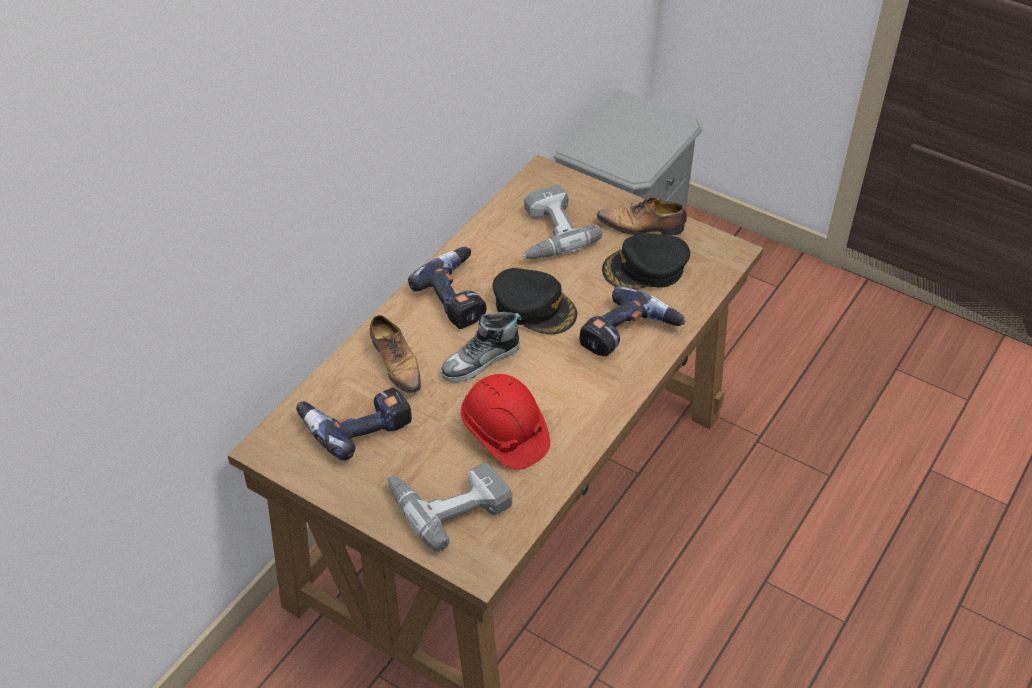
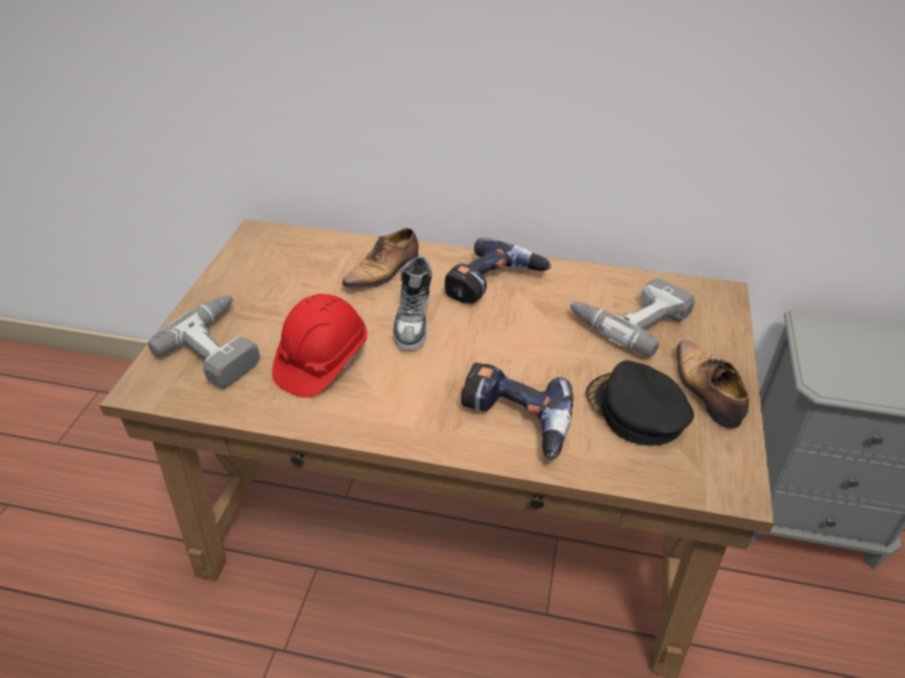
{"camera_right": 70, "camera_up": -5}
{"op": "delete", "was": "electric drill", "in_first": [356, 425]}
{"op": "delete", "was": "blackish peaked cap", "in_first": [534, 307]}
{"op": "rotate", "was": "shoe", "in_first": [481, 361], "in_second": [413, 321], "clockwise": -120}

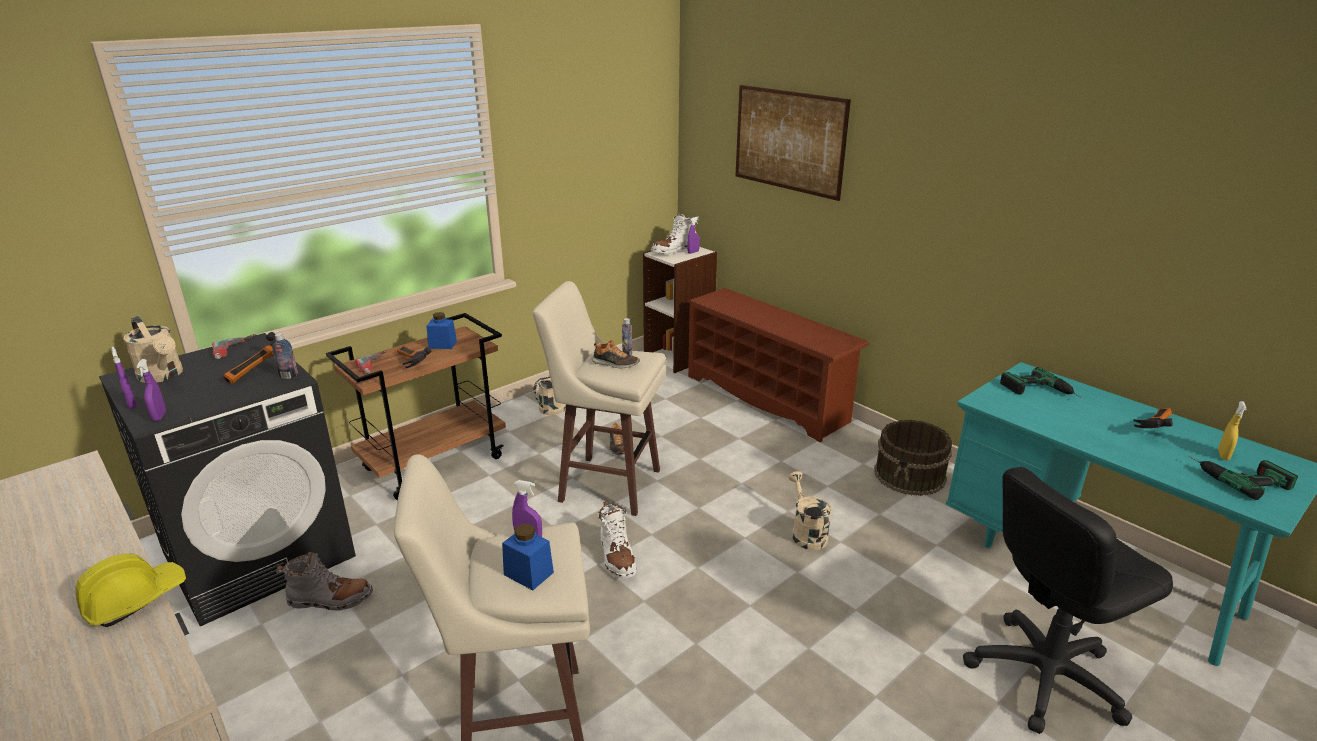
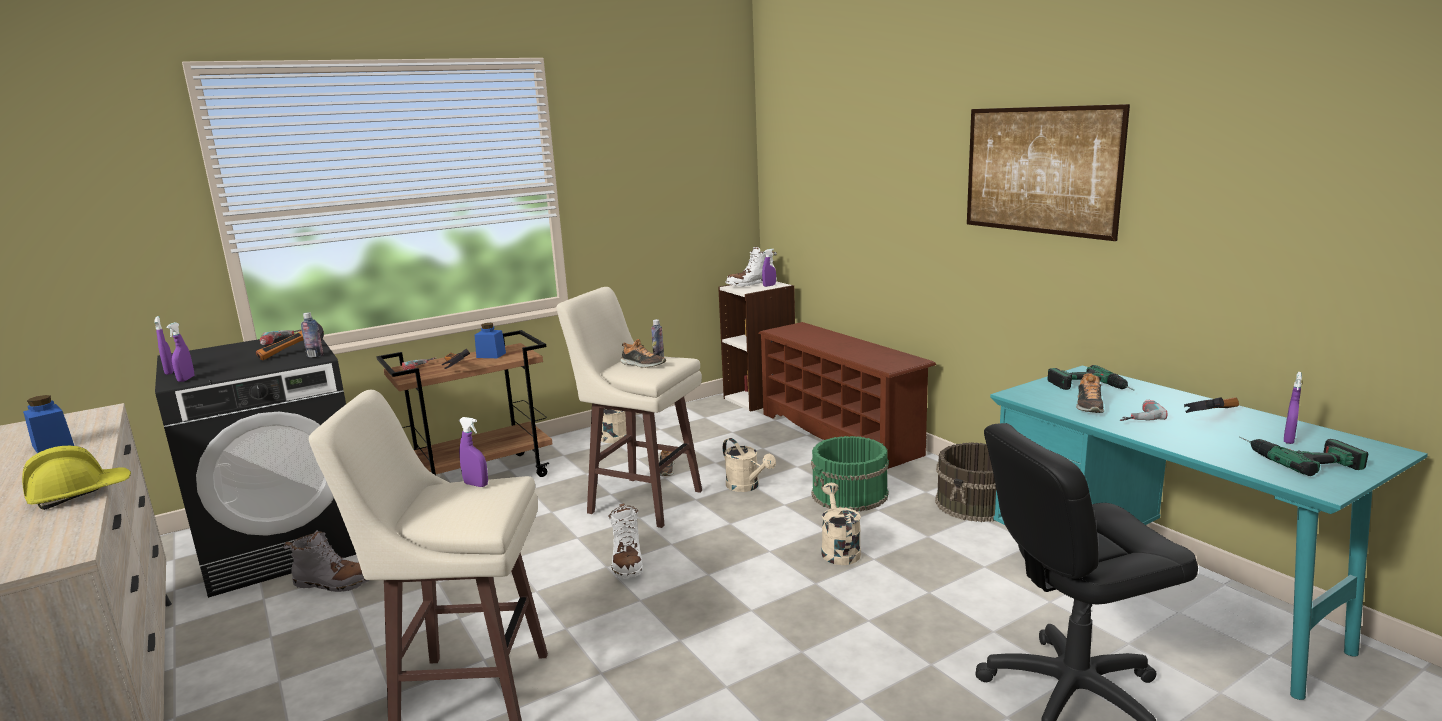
{"camera_right": 10, "camera_up": -10}
{"op": "insert", "now": "greenish pail", "in_second": [850, 494]}
{"op": "insert", "now": "shoe", "in_second": [1088, 406]}
{"op": "insert", "now": "electric drill", "in_second": [1135, 415]}
{"op": "move", "was": "beige-coloured watering pot", "in_first": [163, 376], "in_second": [747, 486]}
{"op": "move", "was": "blue-coloured preserve jar", "in_first": [528, 573], "in_second": [53, 446]}
{"op": "move", "was": "wall art", "in_first": [789, 140], "in_second": [1040, 170]}
{"op": "recolor", "was": "yellow spray bottle", "now": "purple-coloured spray bottle", "in_first": [1223, 455], "in_second": [1288, 440]}

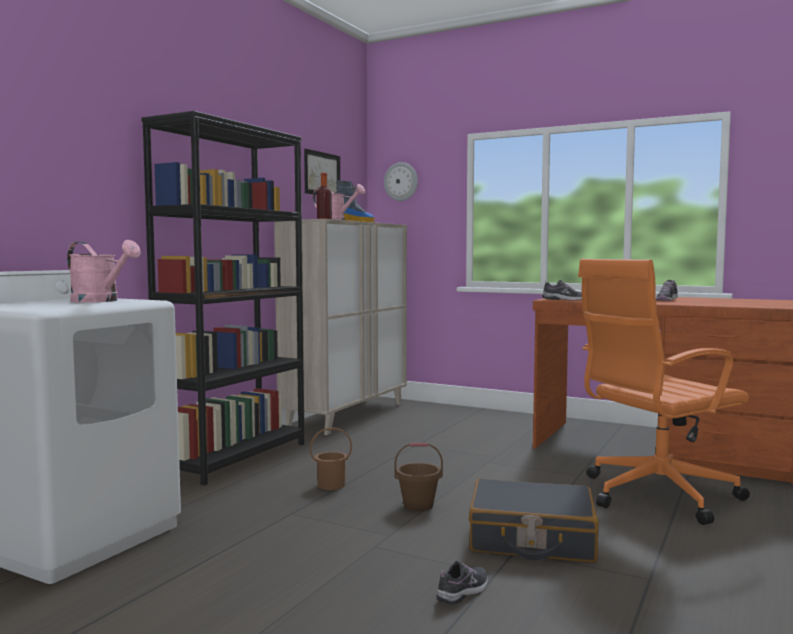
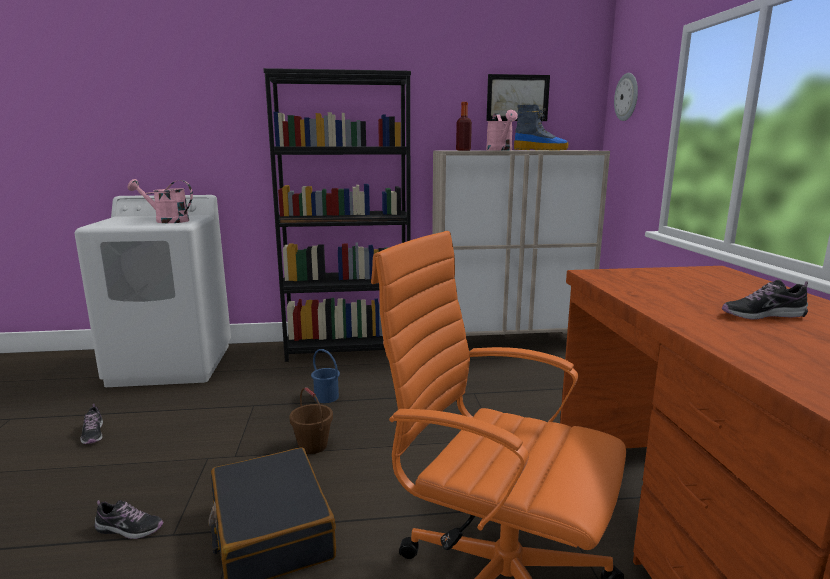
{"camera_right": 55, "camera_up": 10}
{"op": "move", "was": "shoe", "in_first": [564, 300], "in_second": [93, 434]}
{"op": "recolor", "was": "brownish pail", "now": "blue-coloured pail", "in_first": [331, 485], "in_second": [326, 397]}
{"op": "rotate", "was": "pink-coloured watering pot", "in_first": [101, 301], "in_second": [166, 221], "clockwise": 105}

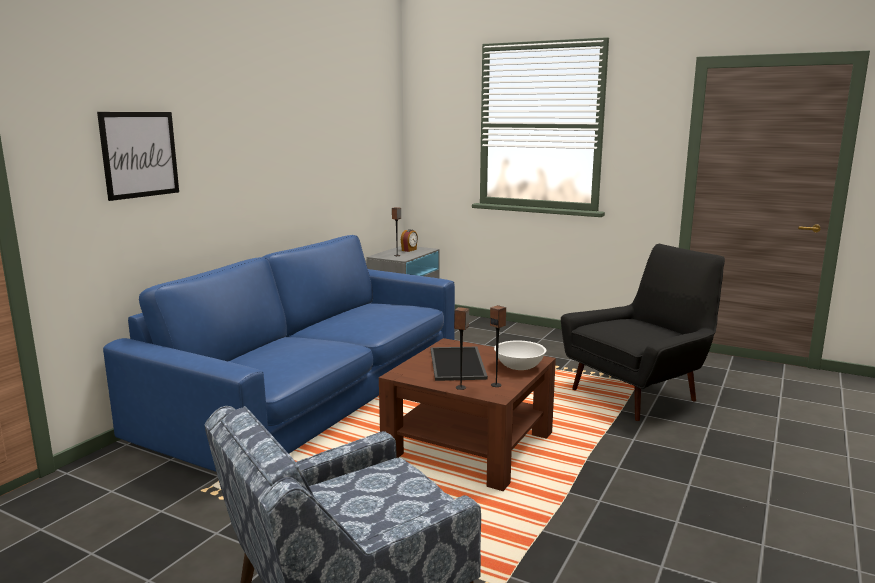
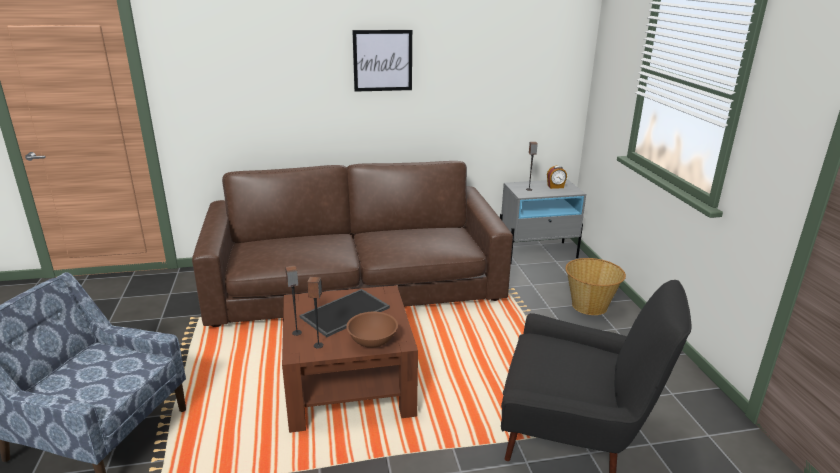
{"camera_right": 50, "camera_up": 10}
{"op": "insert", "now": "household basket", "in_second": [589, 306]}
{"op": "move", "was": "wall art", "in_first": [140, 154], "in_second": [382, 60]}
{"op": "recolor", "was": "blue-coloured sofa", "now": "brownish sofa", "in_first": [314, 391], "in_second": [356, 284]}
{"op": "recolor", "was": "white-coloured deep dish", "now": "brownish deep dish", "in_first": [519, 366], "in_second": [372, 340]}

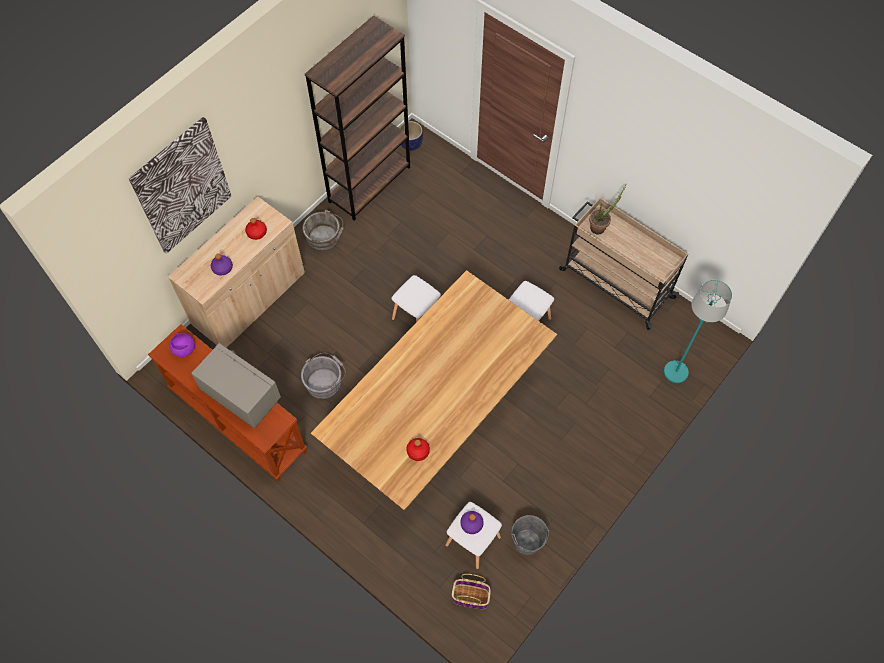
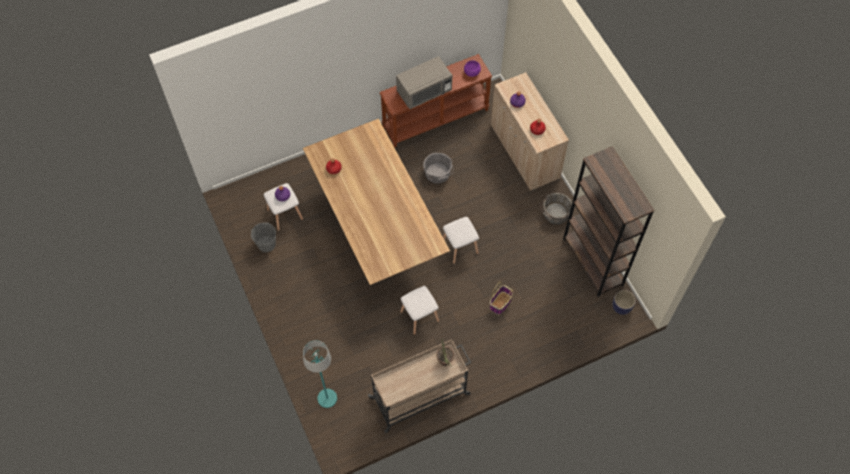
{"camera_right": 115, "camera_up": 0}
{"op": "delete", "was": "wall art", "in_first": [182, 186]}
{"op": "move", "was": "household basket", "in_first": [471, 596], "in_second": [500, 303]}

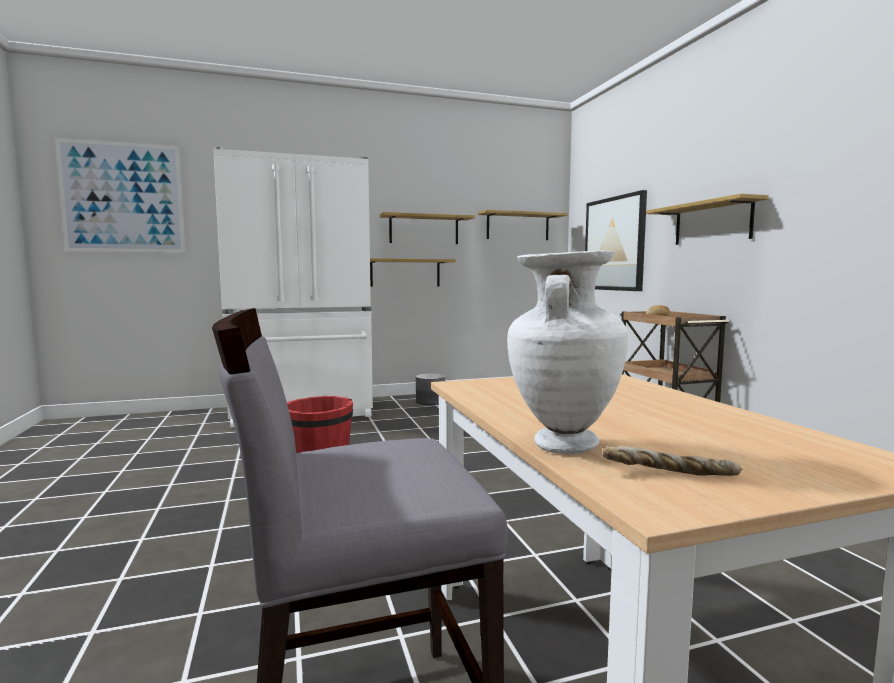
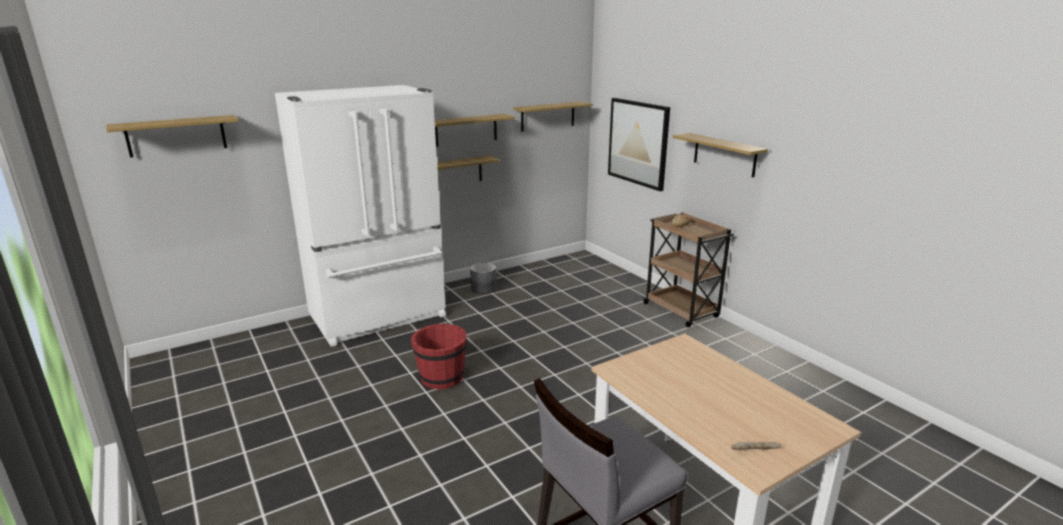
{"camera_right": -15, "camera_up": 15}
{"op": "delete", "was": "white-coloured vase", "in_first": [562, 445]}
{"op": "replace", "was": "wall art", "now": "shelf", "in_first": [123, 198], "in_second": [176, 136]}

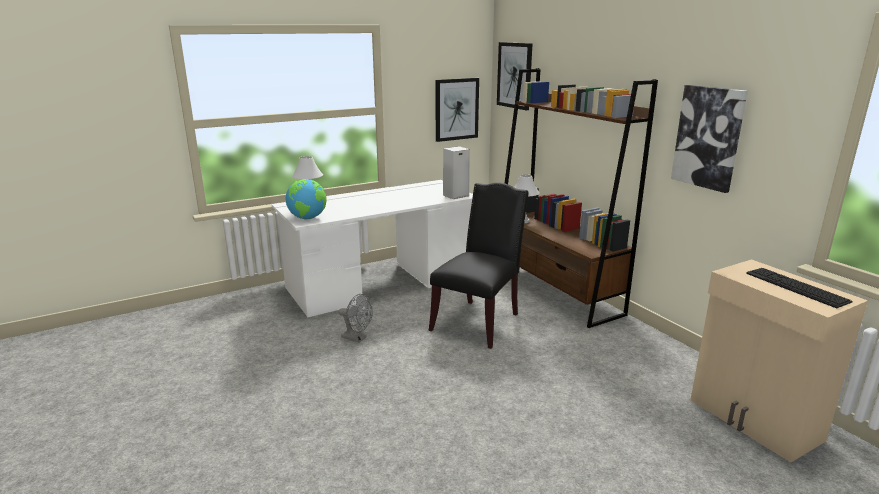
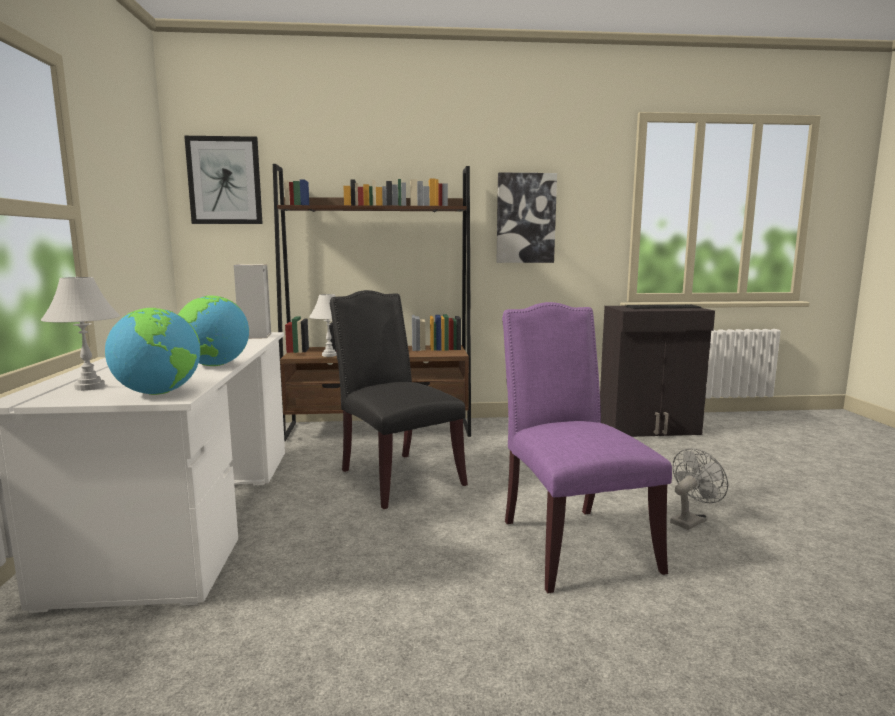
{"camera_right": -65, "camera_up": -10}
{"op": "delete", "was": "wall art", "in_first": [456, 109]}
{"op": "insert", "now": "world globe", "in_second": [214, 365]}
{"op": "insert", "now": "purple-coloured upright chair", "in_second": [570, 542]}
{"op": "move", "was": "greyish fan", "in_first": [357, 338], "in_second": [691, 520]}
{"op": "recolor", "was": "beige-coloured cupboard", "now": "blackish cupboard", "in_first": [754, 420], "in_second": [649, 428]}

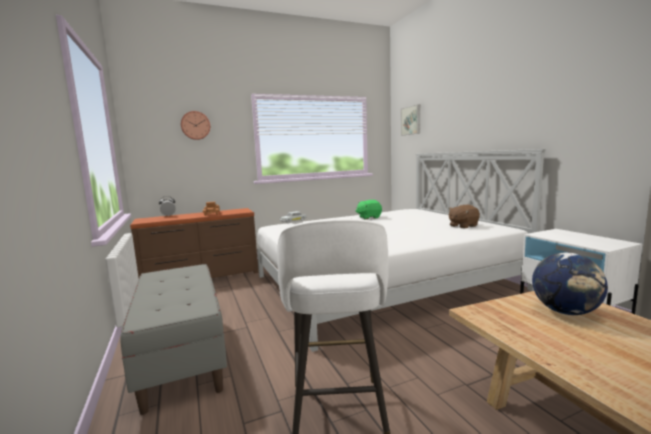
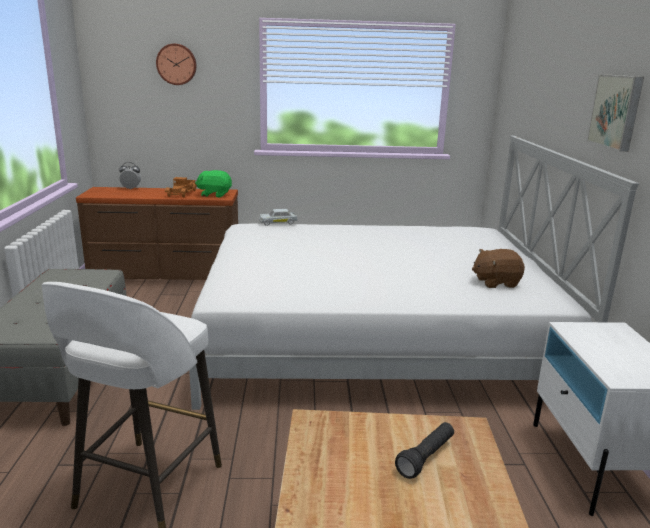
{"camera_right": 20, "camera_up": 10}
{"op": "move", "was": "greenish plush toy", "in_first": [369, 217], "in_second": [214, 194]}
{"op": "move", "was": "wall art", "in_first": [411, 120], "in_second": [617, 111]}
{"op": "replace", "was": "world globe", "now": "blackish flashlight", "in_first": [566, 312], "in_second": [426, 457]}

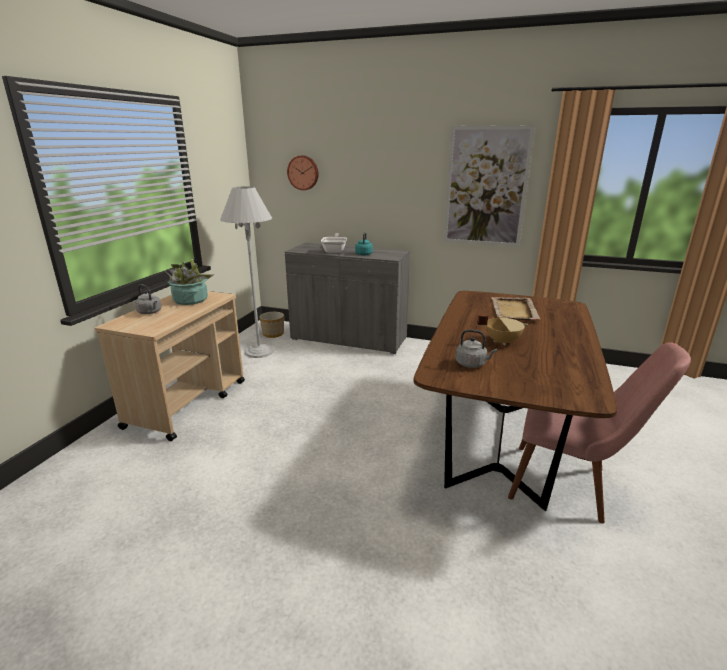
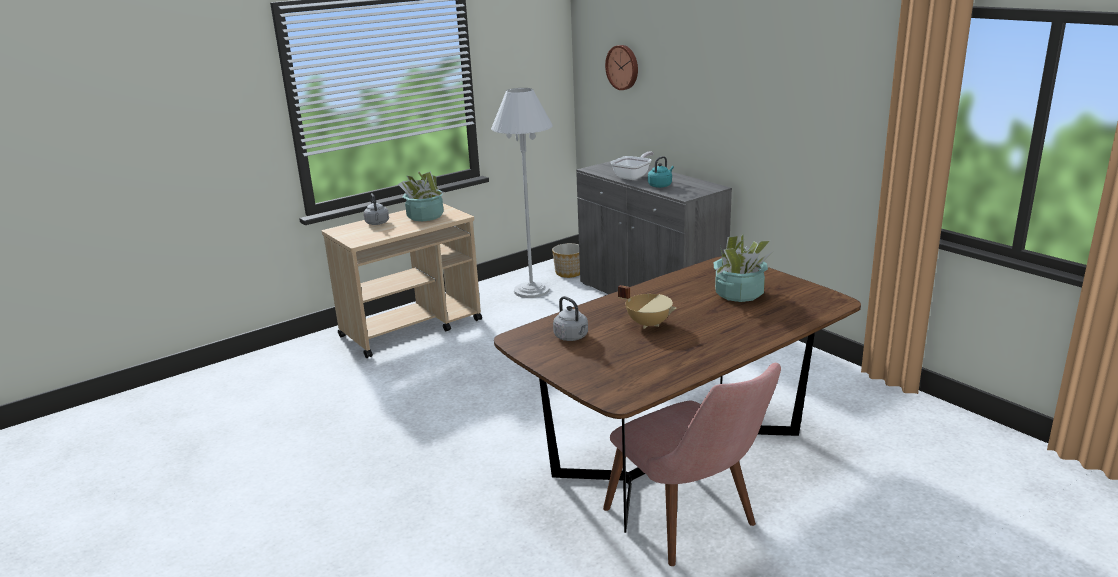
{"camera_right": 35, "camera_up": 0}
{"op": "delete", "was": "wall art", "in_first": [486, 187]}
{"op": "replace", "was": "beige-coloured carrying tray", "now": "houseplant", "in_first": [513, 310], "in_second": [739, 293]}

